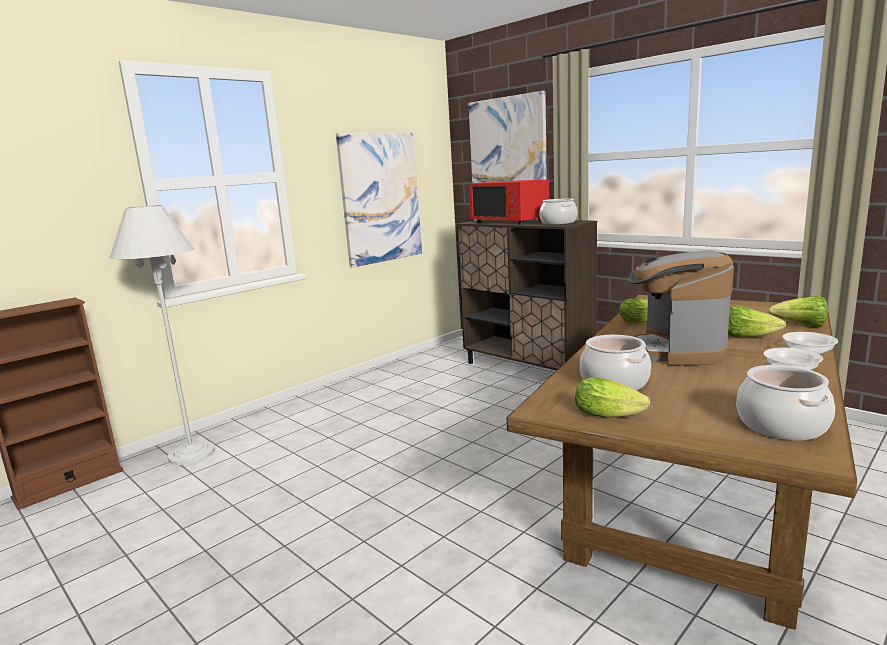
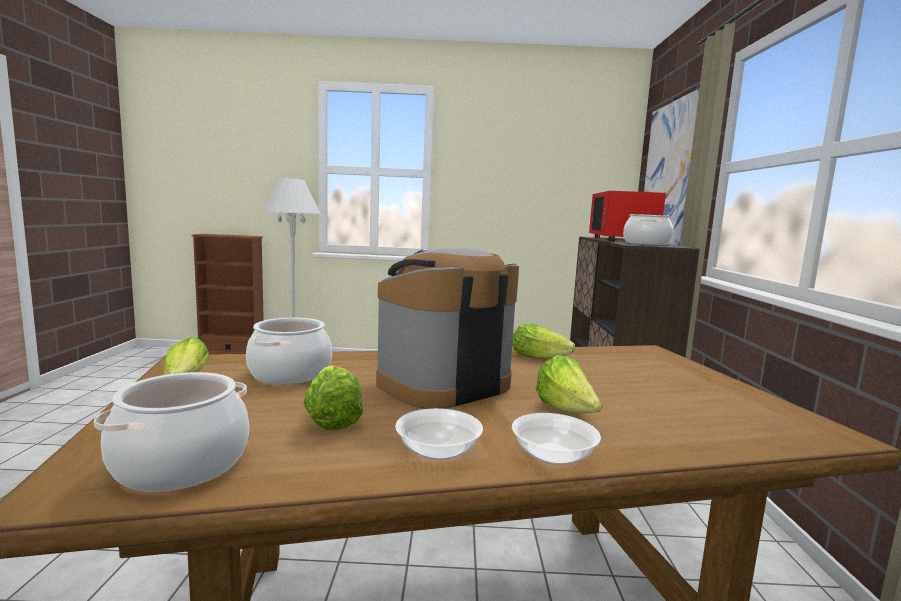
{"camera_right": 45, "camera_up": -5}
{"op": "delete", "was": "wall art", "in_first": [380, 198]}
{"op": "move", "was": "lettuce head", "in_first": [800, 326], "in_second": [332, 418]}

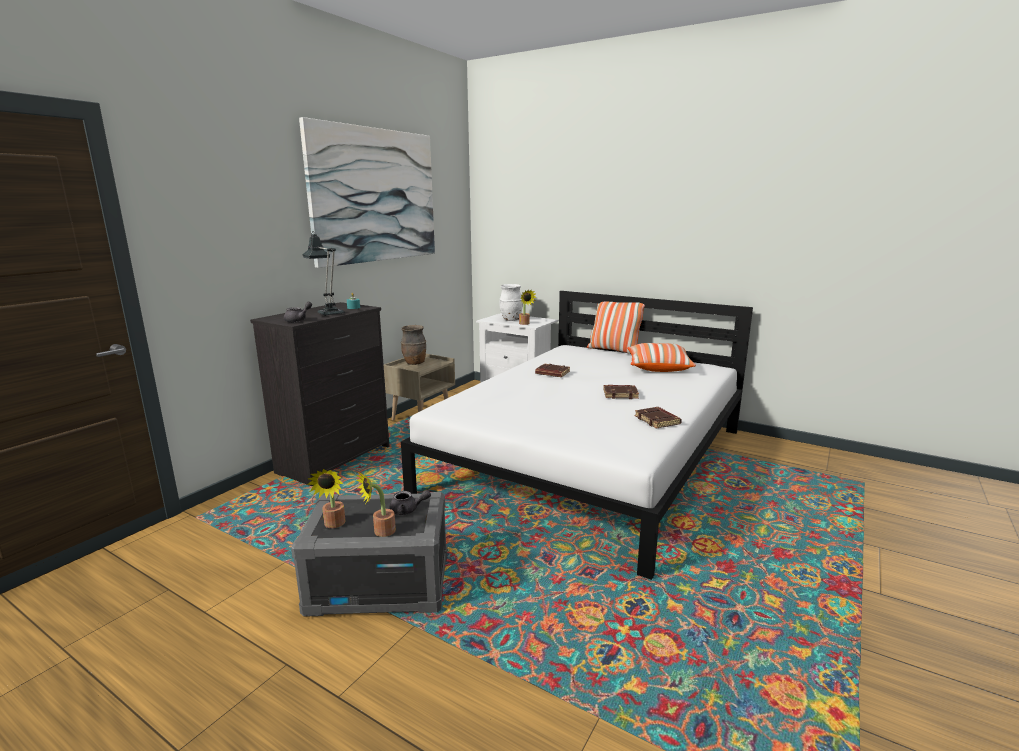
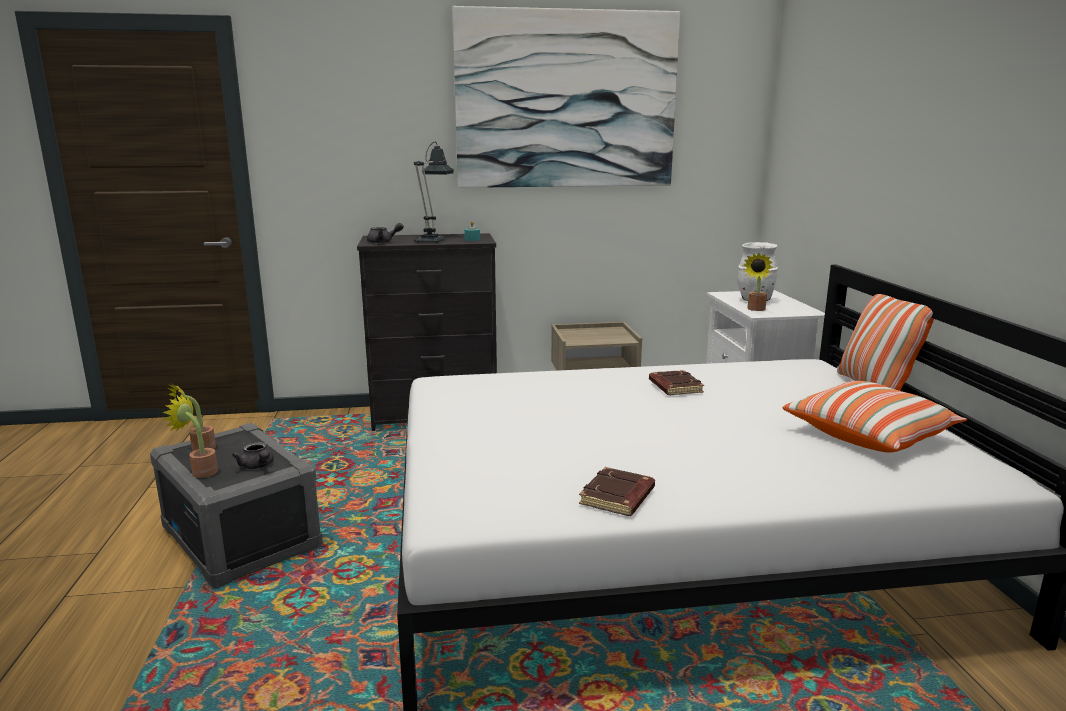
{"camera_right": 50, "camera_up": 0}
{"op": "delete", "was": "brownish vase", "in_first": [414, 363]}
{"op": "delete", "was": "brownish volume", "in_first": [620, 394]}

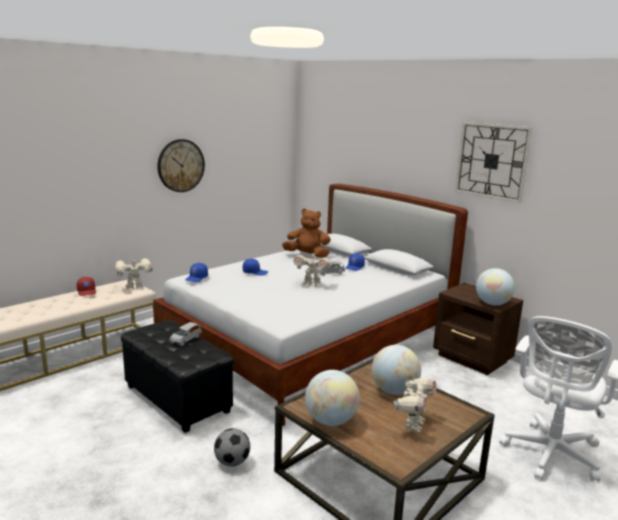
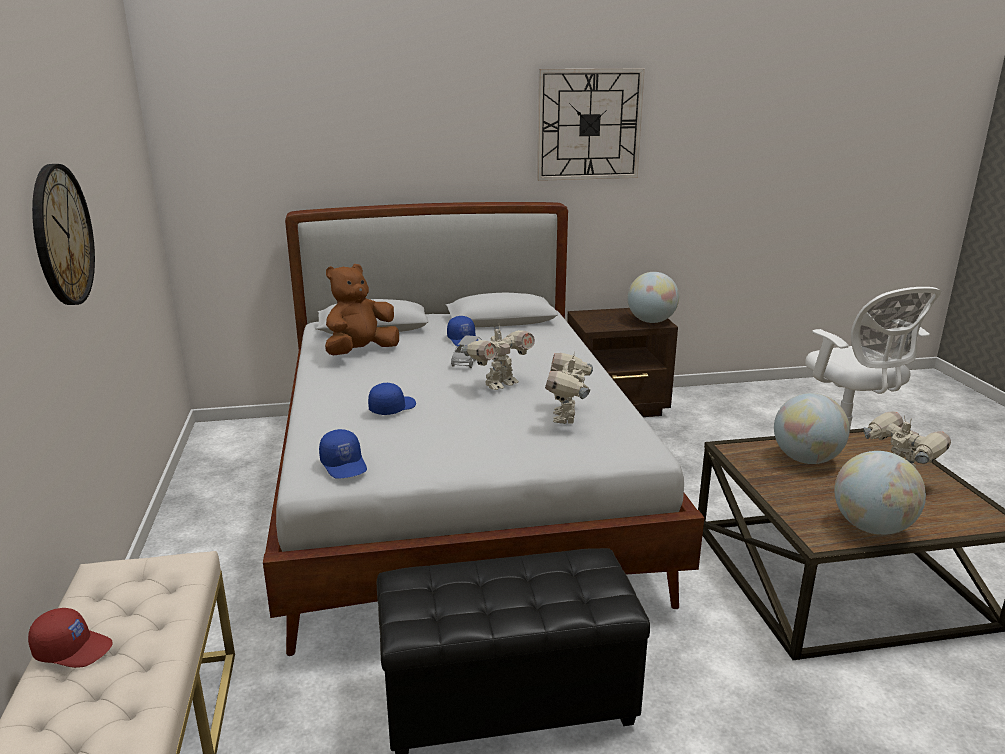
{"camera_right": -55, "camera_up": 5}
{"op": "delete", "was": "greyish model car", "in_first": [185, 339]}
{"op": "delete", "was": "ball for football", "in_first": [232, 462]}
{"op": "move", "was": "model robot", "in_first": [134, 287], "in_second": [567, 417]}

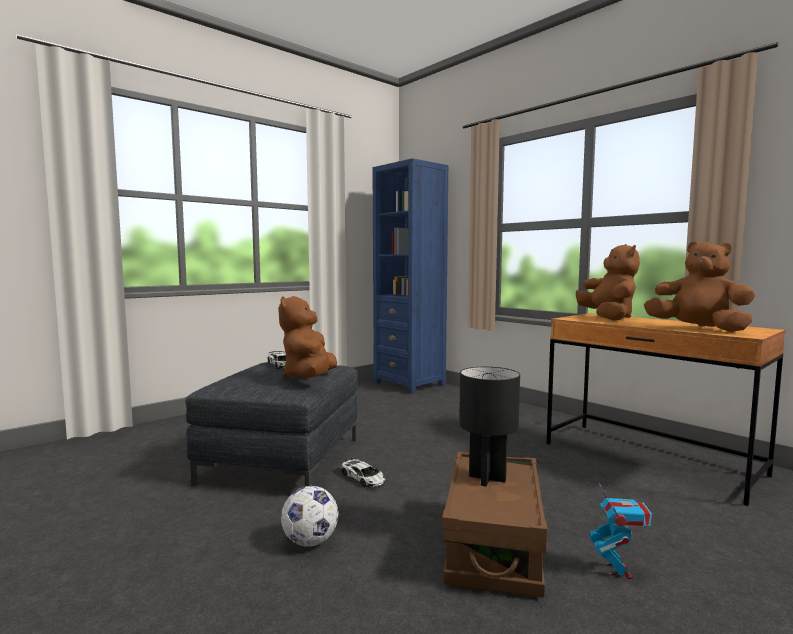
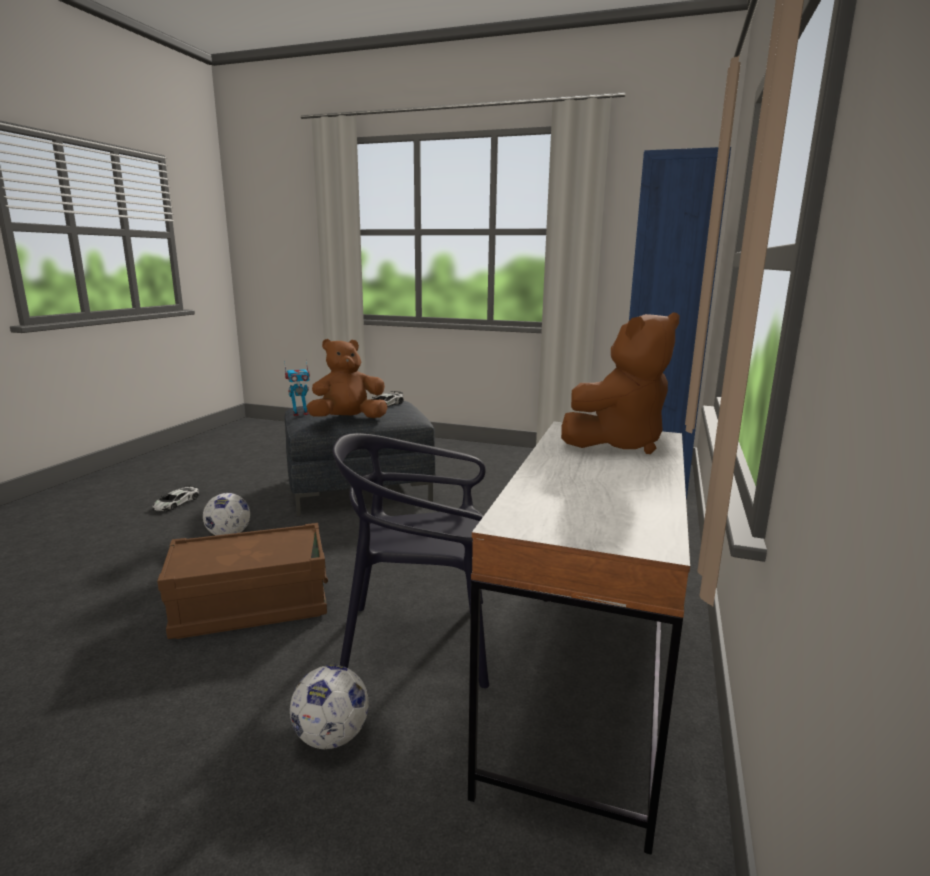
{"camera_right": 60, "camera_up": 10}
{"op": "delete", "was": "blackish lamp for a table", "in_first": [486, 478]}
{"op": "delete", "was": "brownish plush toy", "in_first": [698, 329]}
{"op": "insert", "now": "ball for football", "in_second": [331, 737]}
{"op": "insert", "now": "blackish upright chair", "in_second": [420, 640]}
{"op": "move", "was": "model car", "in_first": [363, 478], "in_second": [176, 503]}
{"op": "move", "was": "model robot", "in_first": [618, 570], "in_second": [300, 413]}
{"op": "recolor", "was": "brownish desk unit", "now": "white-coloured desk unit", "in_first": [650, 459], "in_second": [582, 693]}

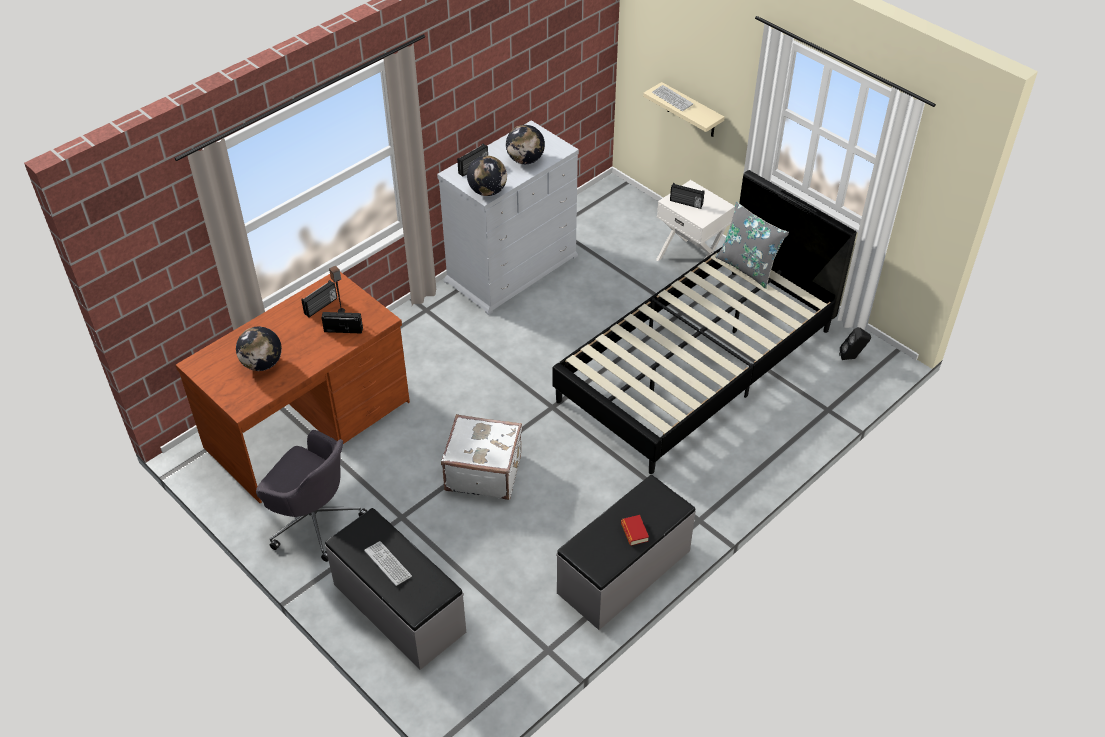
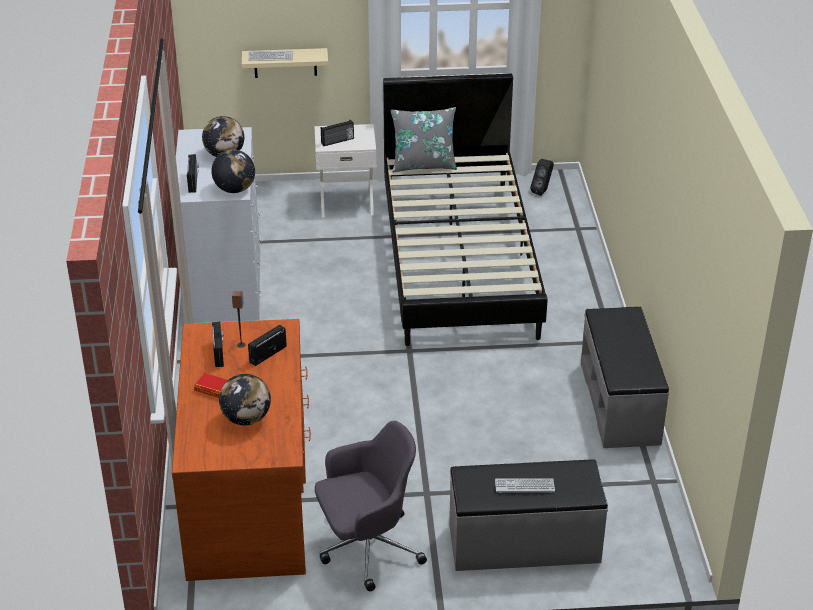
{"camera_right": -50, "camera_up": -10}
{"op": "delete", "was": "white-coloured suitcase", "in_first": [483, 471]}
{"op": "move", "was": "volume", "in_first": [634, 532], "in_second": [212, 389]}

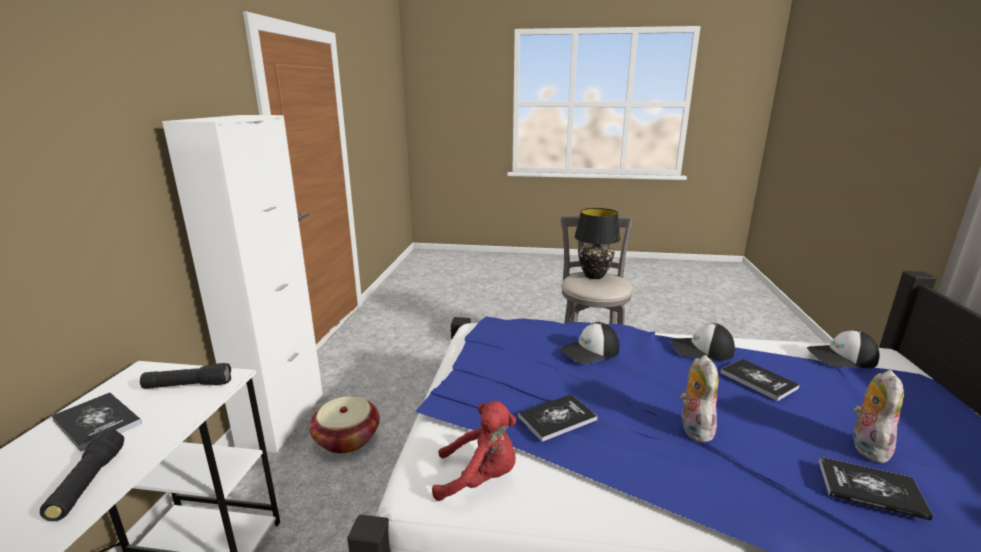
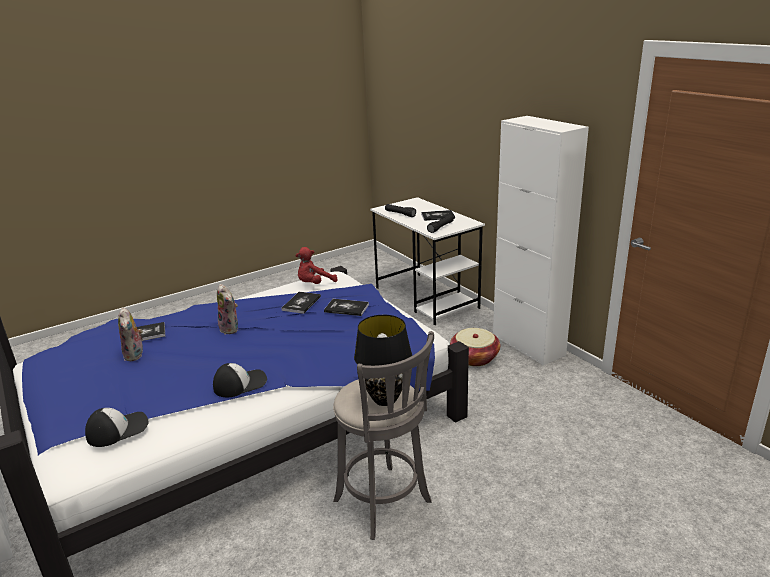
{"camera_right": 140, "camera_up": 5}
{"op": "delete", "was": "peaked cap", "in_first": [590, 351]}
{"op": "move", "was": "volume", "in_first": [758, 380], "in_second": [346, 308]}

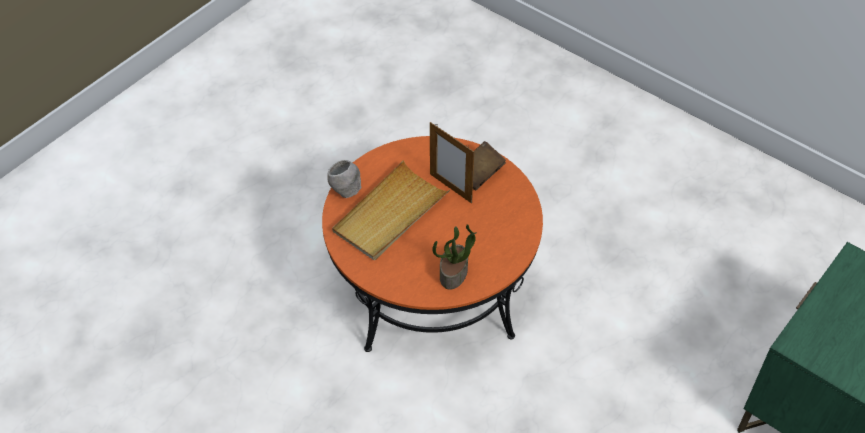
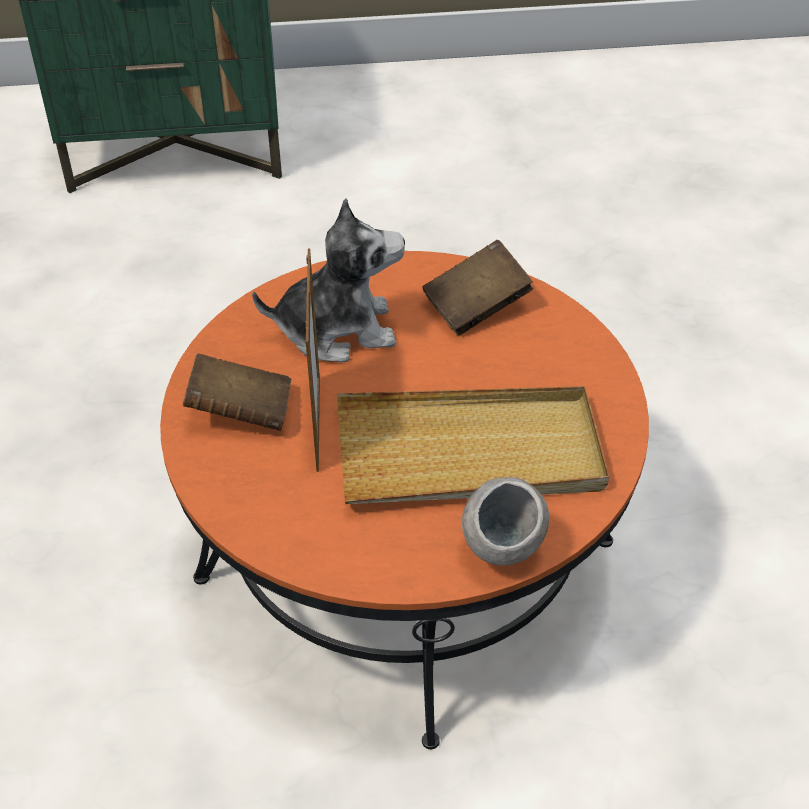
{"camera_right": -135, "camera_up": -5}
{"op": "insert", "now": "plush toy", "in_second": [337, 330]}
{"op": "replace", "was": "houseplant", "now": "brownish volume", "in_first": [454, 273], "in_second": [476, 306]}

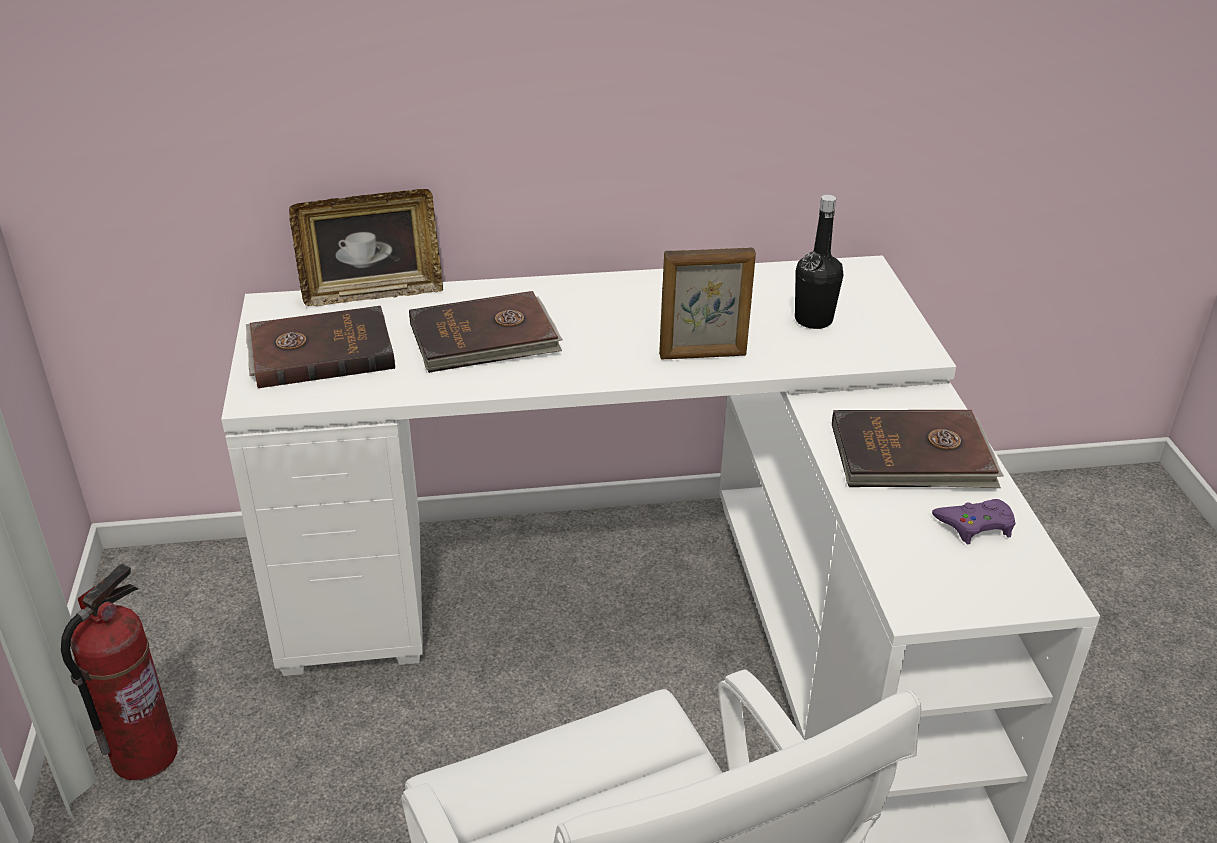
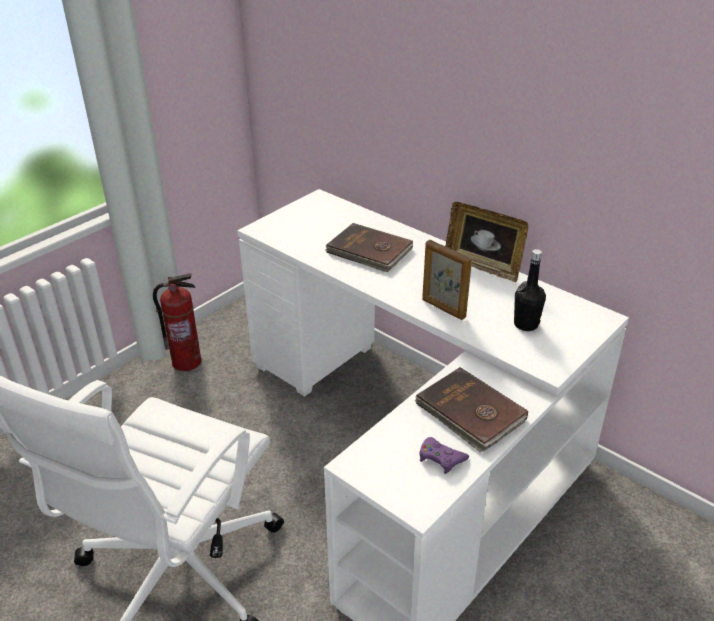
{"camera_right": 50, "camera_up": 0}
{"op": "delete", "was": "brownish volume", "in_first": [320, 351]}
{"op": "move", "was": "photo frame", "in_first": [372, 293], "in_second": [483, 266]}

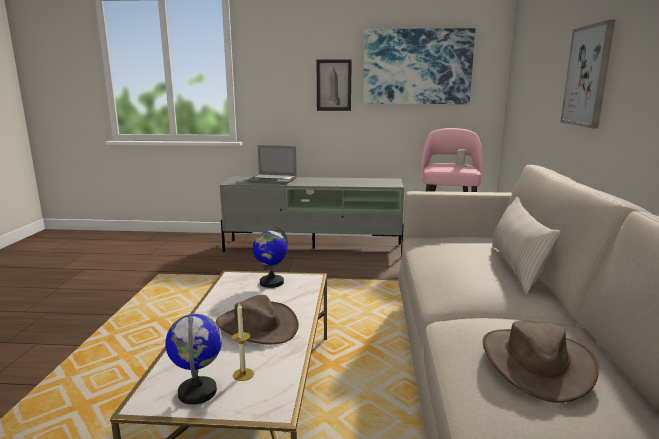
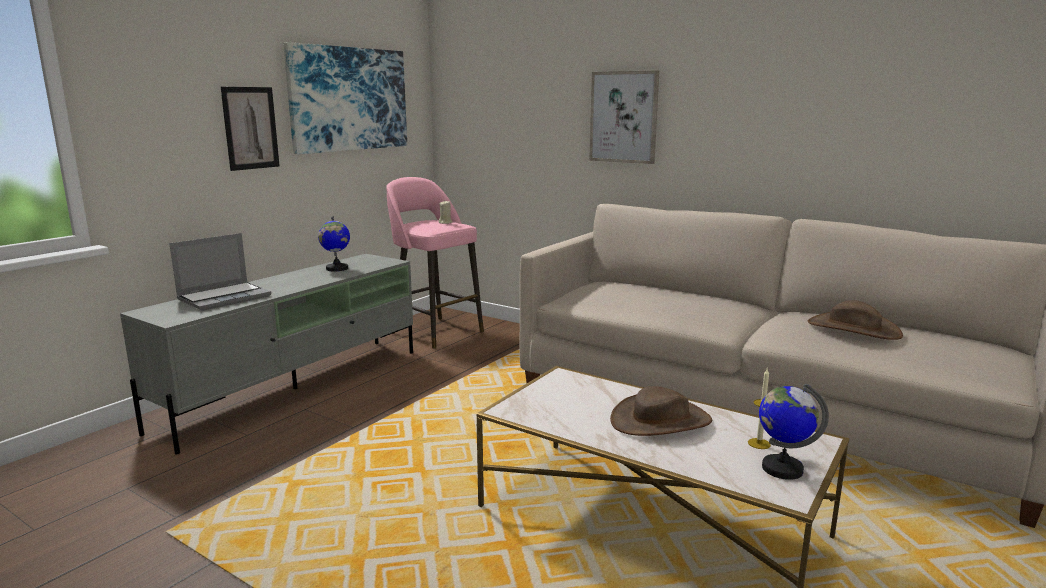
{"camera_right": -60, "camera_up": 0}
{"op": "delete", "was": "beige-coloured throw pillow", "in_first": [517, 267]}
{"op": "move", "was": "world globe", "in_first": [271, 282], "in_second": [336, 268]}

